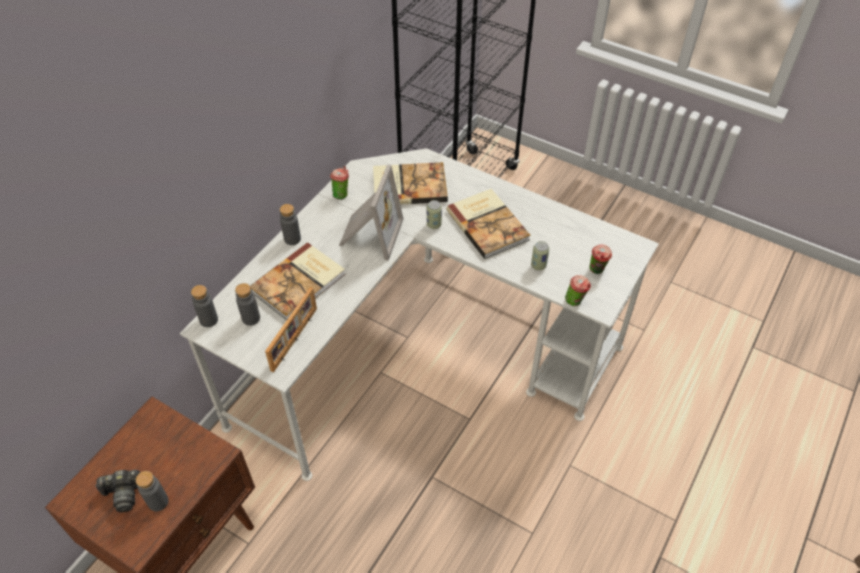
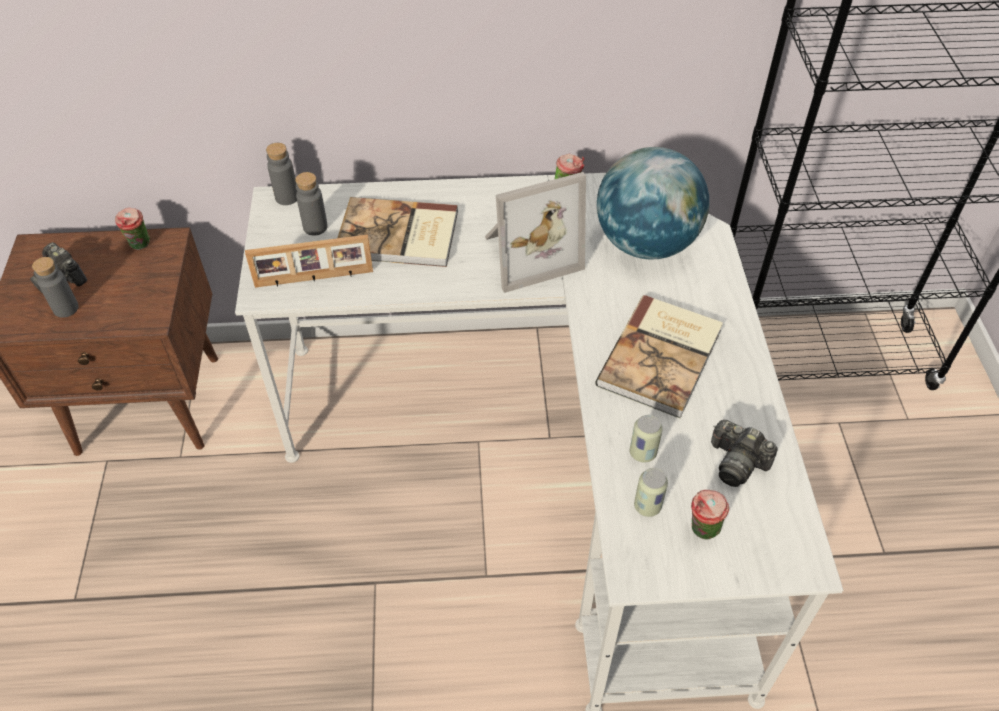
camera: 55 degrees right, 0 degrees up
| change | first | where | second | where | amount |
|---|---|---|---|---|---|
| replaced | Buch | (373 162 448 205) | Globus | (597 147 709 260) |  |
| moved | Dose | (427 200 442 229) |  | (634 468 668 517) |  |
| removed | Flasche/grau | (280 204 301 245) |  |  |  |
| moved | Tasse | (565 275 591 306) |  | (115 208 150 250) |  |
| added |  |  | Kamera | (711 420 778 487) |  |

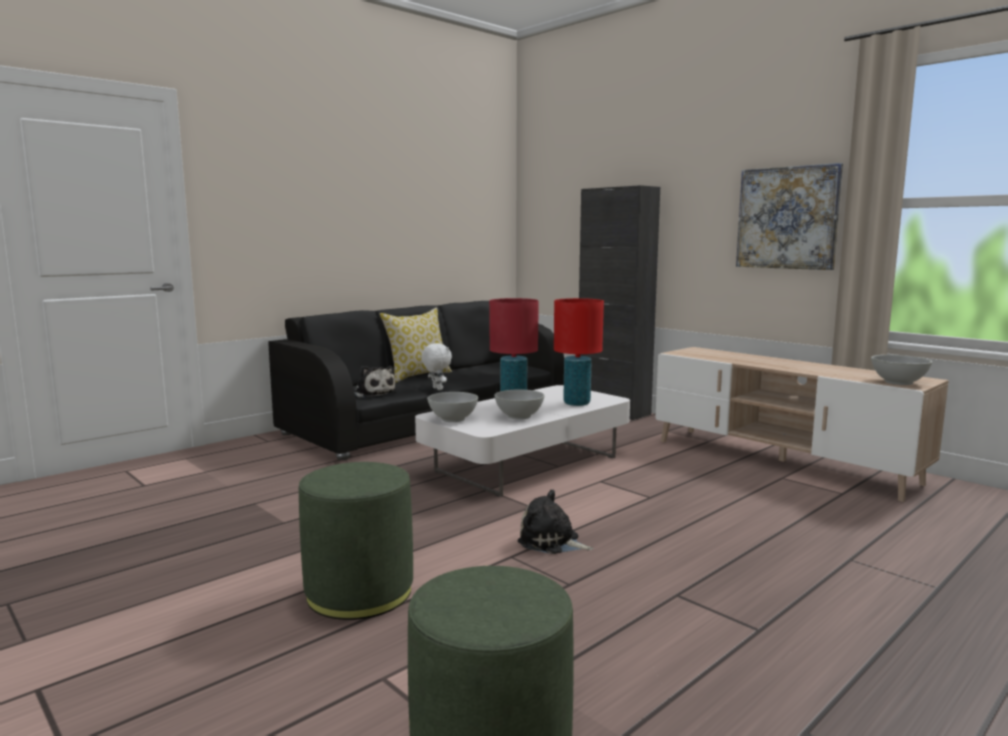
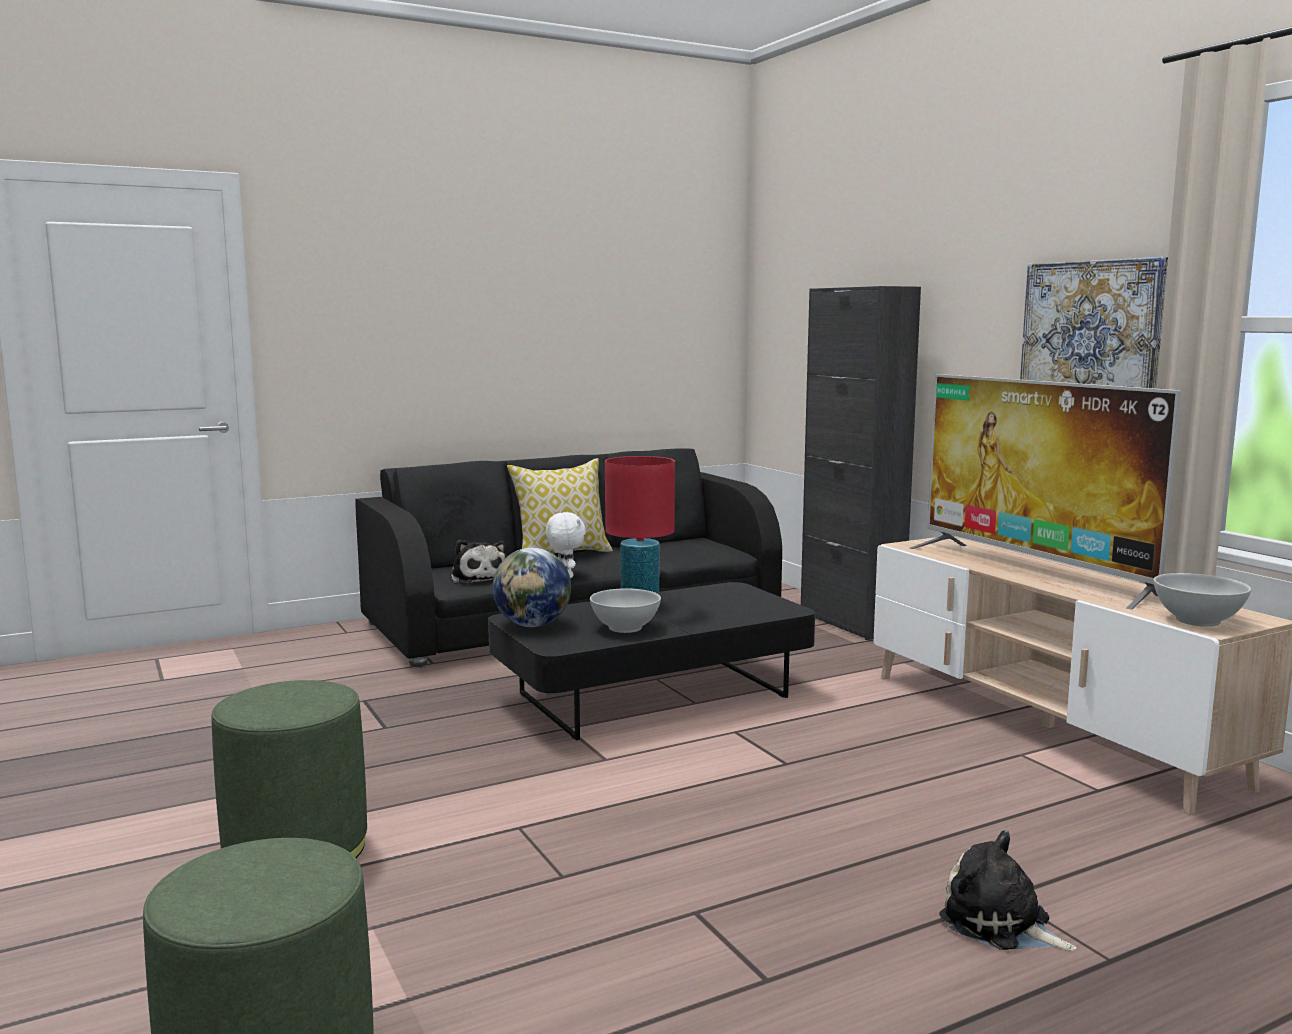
camera: 15 degrees right, 0 degrees up
| change | first | where | second | where | amount |
|---|---|---|---|---|---|
| removed | Tischlampe/rot | (554 298 604 406) |  |  |  |
| recoloured | Couchtisch/weiß | (415 385 630 497) | Couchtisch/schwarz | (488 582 815 740) |  |
| replaced | Schüssel/weiß | (427 392 478 422) | Globus | (492 548 571 627) |  |
| moved | Plüschtier | (517 489 593 554) |  | (939 831 1076 951) |  |
| added |  |  | Fernseher | (909 374 1181 610) |  |

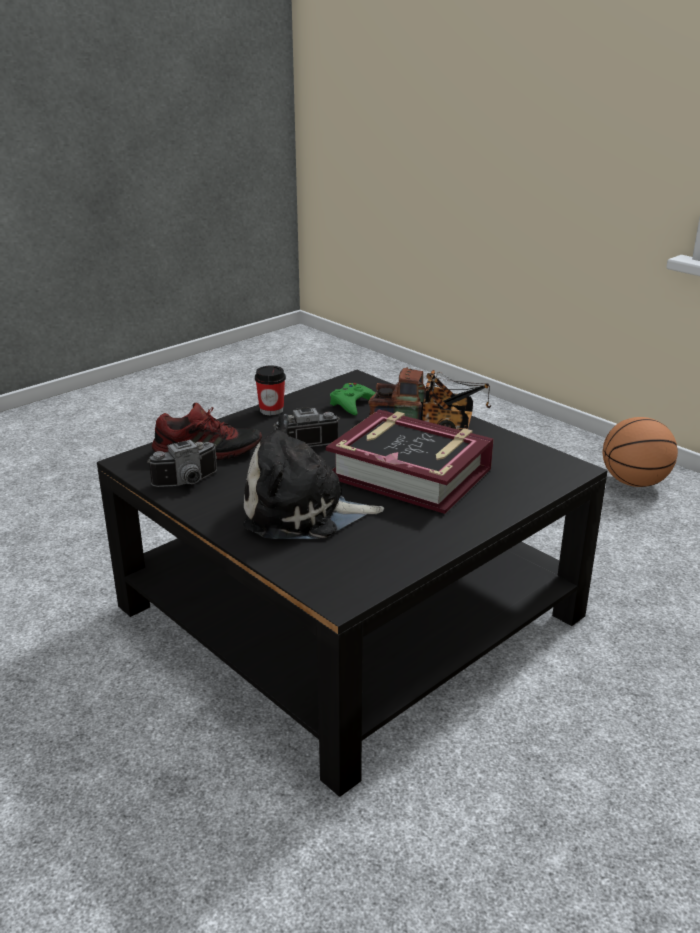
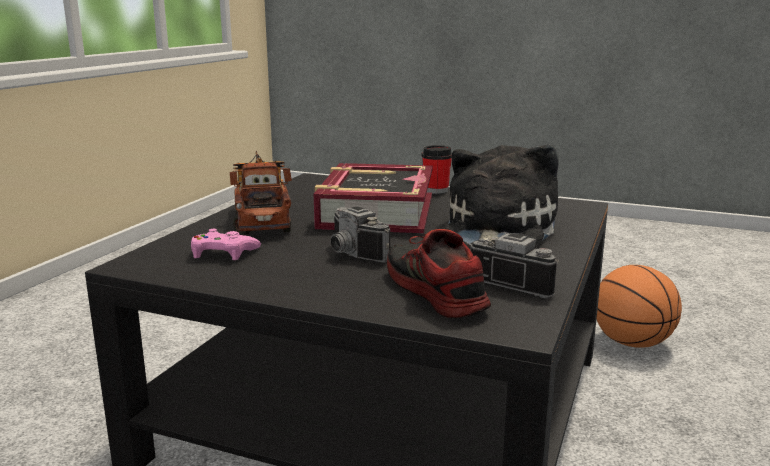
camera: 115 degrees left, 10 degrees down
| change | first | where | second | where | amount |
|---|---|---|---|---|---|
| moved | Tasse | (255 366 286 415) |  | (421 145 452 194) |  |
| recoloured | Gamepad/grün | (330 383 375 415) | Gamepad/rosa | (191 229 261 260) |  |
| turned | Plüschtier | (243 414 384 539) |  | (444 144 558 244) | 135 degrees counterclockwise |
| moved | Basketball | (602 417 678 487) |  | (597 265 682 348) |  |

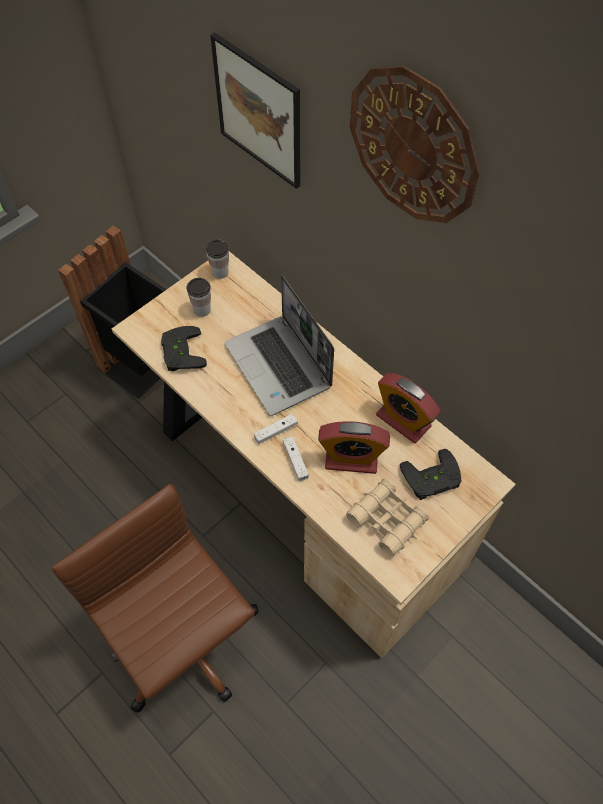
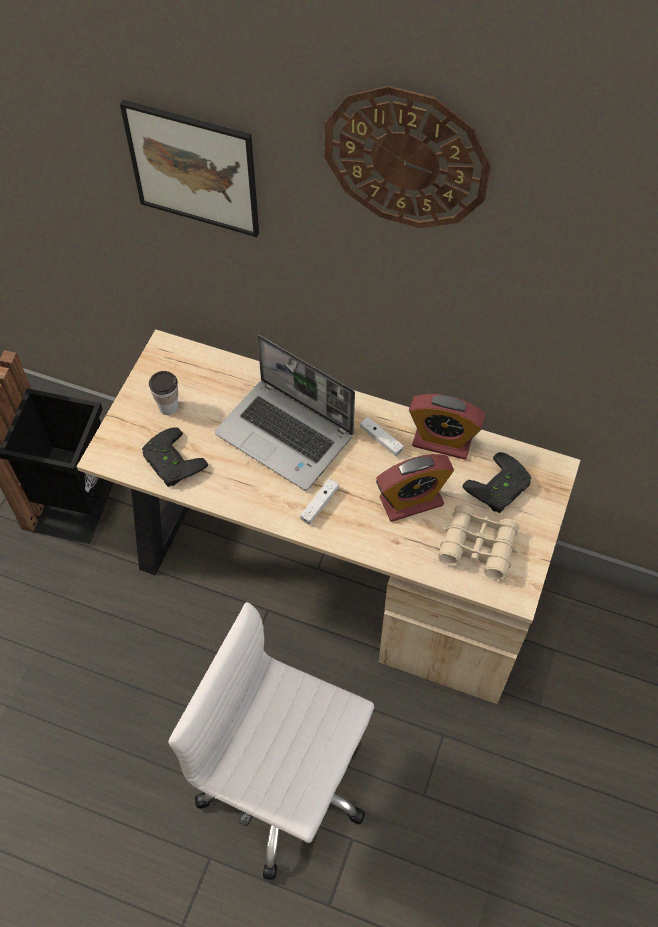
camera: 25 degrees left, 0 degrees up
| change | first | where | second | where | amount |
|---|---|---|---|---|---|
| removed | Tasse | (206 239 229 279) |  |  |  |
| moved | Gamepad/weiß | (283 436 309 481) |  | (360 417 404 456) |  |
| recoloured | Bürostuhl/braun | (52 484 259 713) | Bürostuhl/weiß | (168 602 374 880) |  |

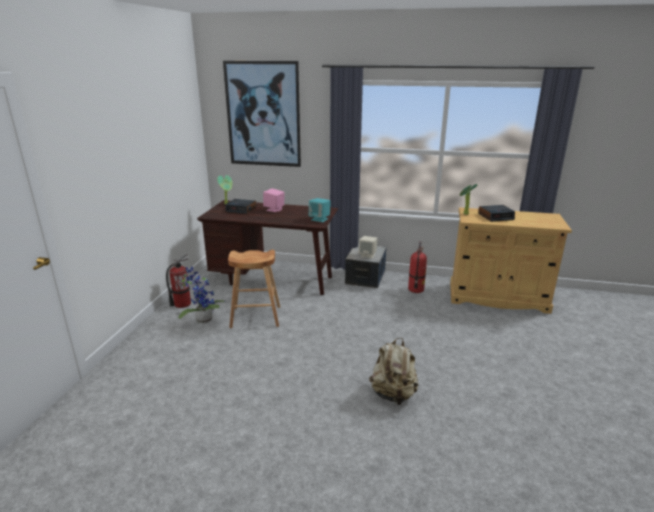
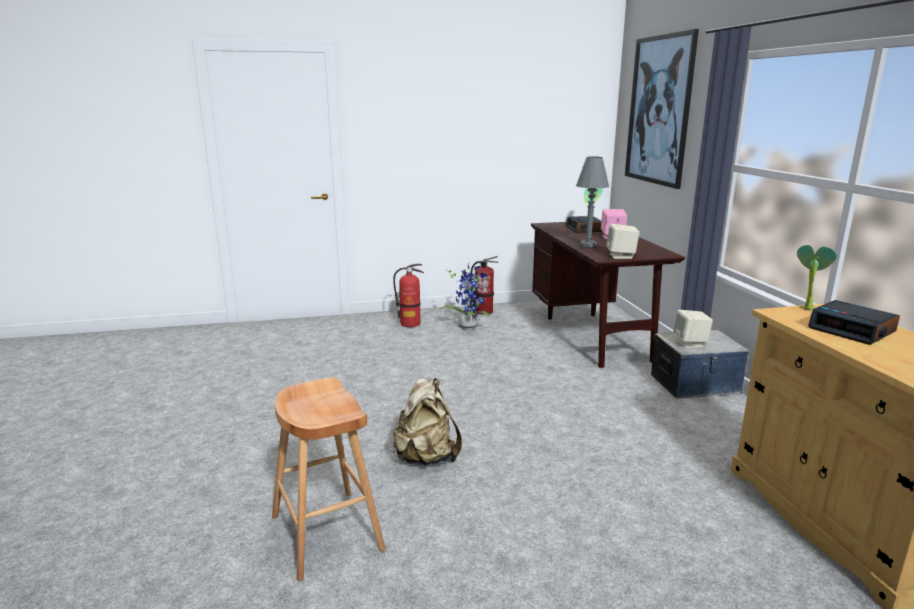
camera: 65 degrees right, 5 degrees down
| change | first | where | second | where | amount |
|---|---|---|---|---|---|
| recoloured | Lautsprecher/türkis | (309 198 331 222) | Lautsprecher/beige | (606 224 640 259) |  |
| moved | Feuerlöscher | (408 241 427 293) |  | (393 264 424 327) |  |
| moved | Hocker/braun | (228 250 280 328) |  | (272 377 385 581) |  |
| added |  |  | Tischlampe/grau | (576 157 609 248) |  |

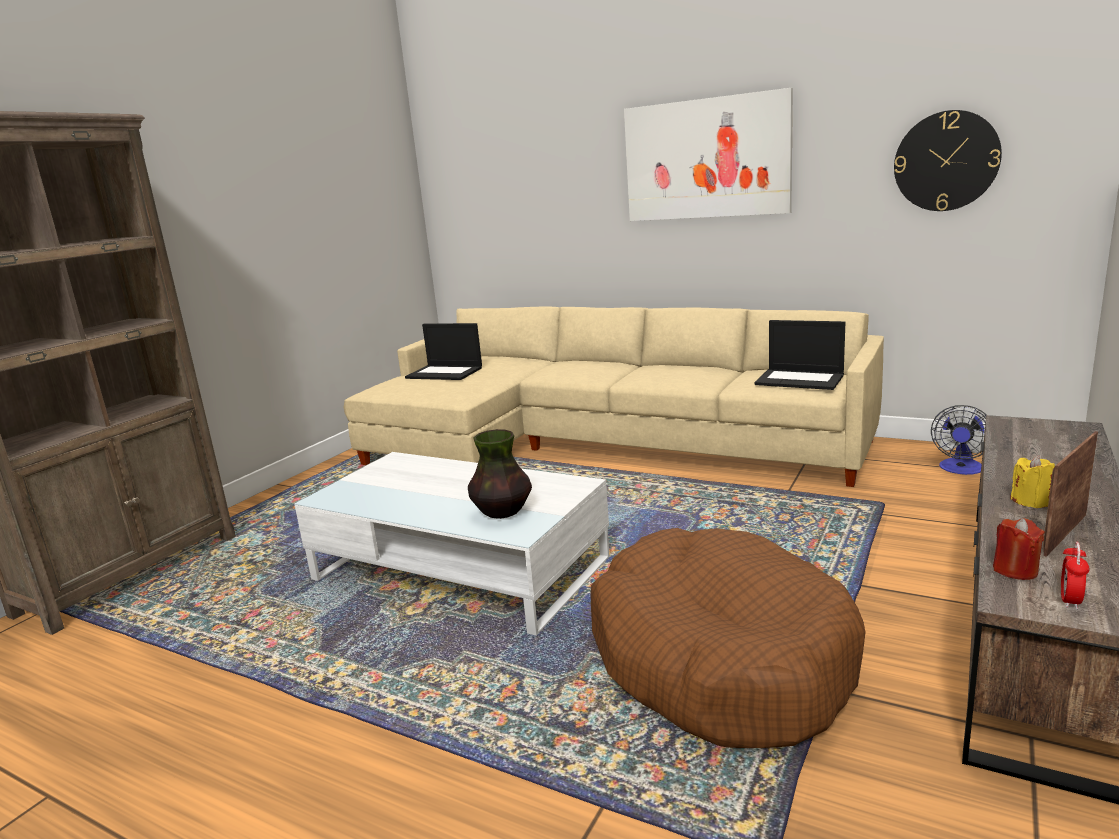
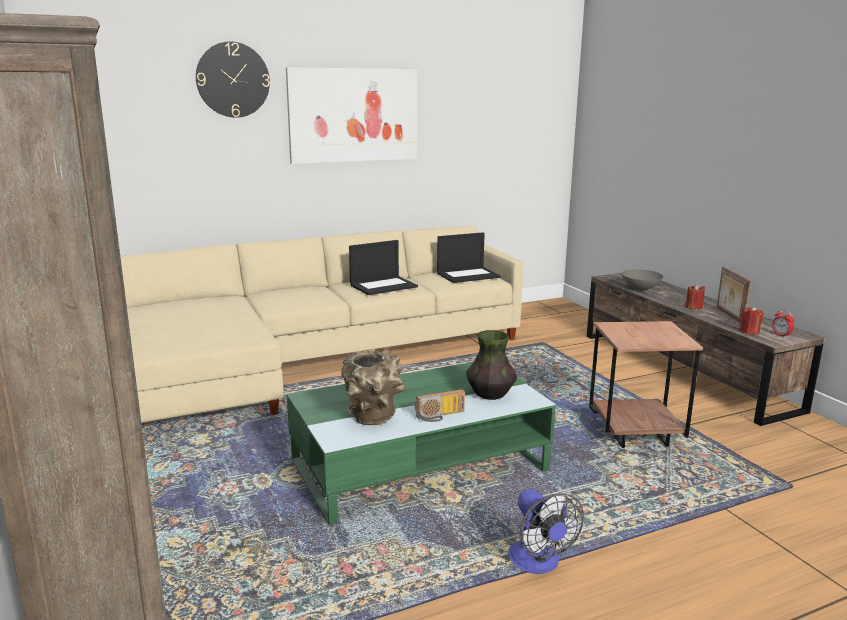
camera: 55 degrees left, 0 degrees up
| change | first | where | second | where | amount |
|---|---|---|---|---|---|
| moved | Wanduhr | (894 110 1002 211) |  | (196 42 270 118) |  |
| moved | Laptop | (405 323 482 380) |  | (349 240 418 295) |  |
| moved | Ventilator | (931 405 986 475) |  | (509 489 584 574) |  |
| recoloured | Couchtisch/weiß | (294 452 609 636) | Couchtisch/grün | (287 362 556 526) |  |
| recoloured | Kerze/gelb | (1010 456 1055 508) | Kerze/rot | (685 284 705 310) |  |
| replaced | Hundebett/braun | (590 528 866 748) | Beistelltisch/braun | (589 321 703 448) |  |
| added |  |  | Schüssel/grau | (622 270 663 291) |  |
| added |  |  | Vase/braun | (341 350 406 425) |  |
| added |  |  | Radio | (414 389 465 422) |  |

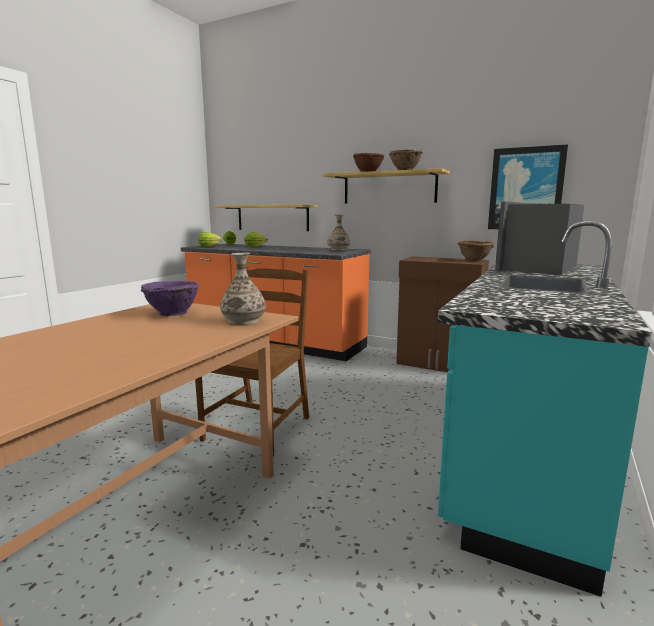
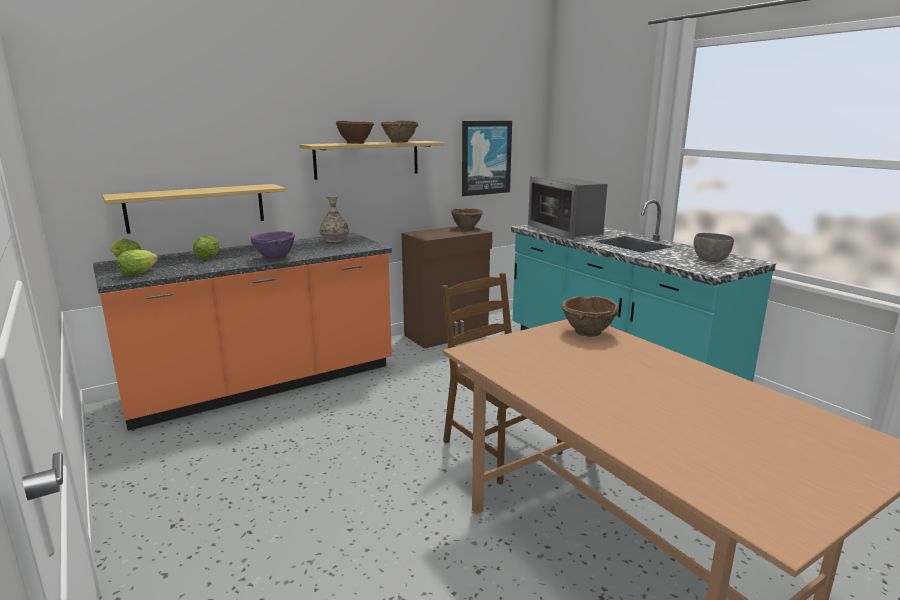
camera: 60 degrees left, 5 degrees up
| change | first | where | second | where | amount |
|---|---|---|---|---|---|
| replaced | Vase | (220 253 266 325) | Schüssel/braun | (561 296 619 337) |  |
| moved | Schüssel/lila | (141 281 199 316) |  | (251 231 295 260) |  |
| added |  |  | Schüssel/grau | (694 233 734 262) |  |

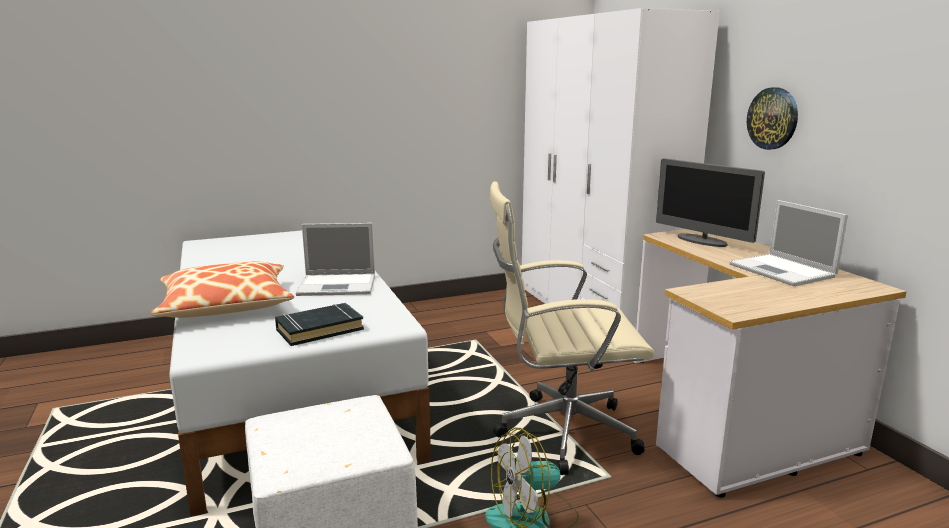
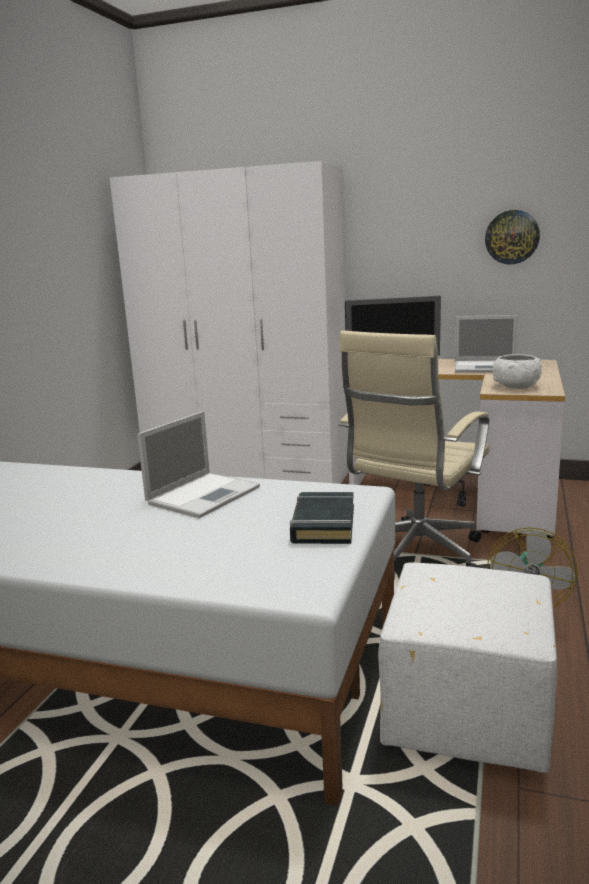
camera: 50 degrees left, 0 degrees up
| change | first | where | second | where | amount |
|---|---|---|---|---|---|
| moved | Wanduhr | (747 87 798 150) |  | (485 210 540 265) |  |
| removed | Kissen | (150 262 294 318) |  |  |  |
| added |  |  | Schüssel/weiß | (493 354 542 389) |  |

